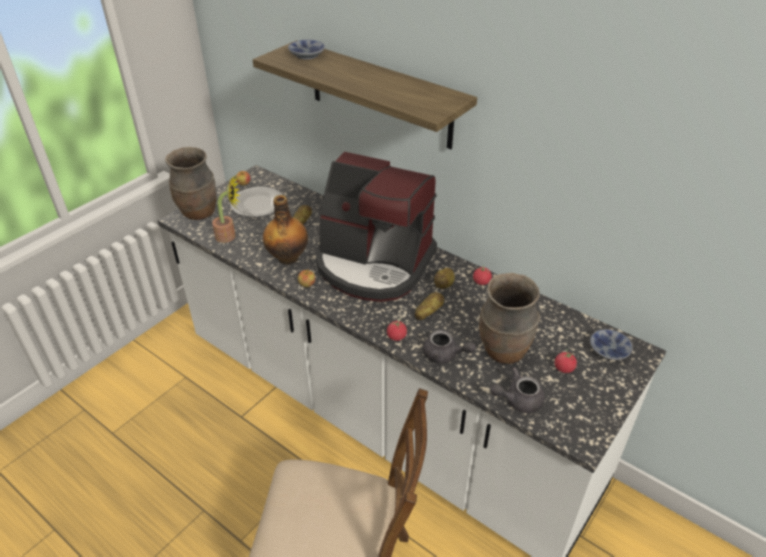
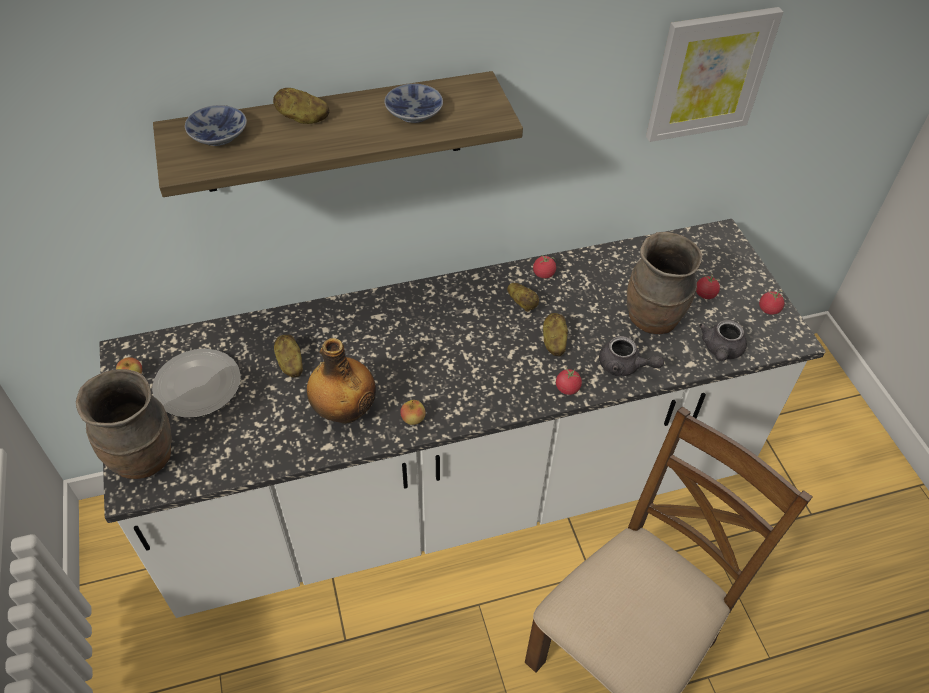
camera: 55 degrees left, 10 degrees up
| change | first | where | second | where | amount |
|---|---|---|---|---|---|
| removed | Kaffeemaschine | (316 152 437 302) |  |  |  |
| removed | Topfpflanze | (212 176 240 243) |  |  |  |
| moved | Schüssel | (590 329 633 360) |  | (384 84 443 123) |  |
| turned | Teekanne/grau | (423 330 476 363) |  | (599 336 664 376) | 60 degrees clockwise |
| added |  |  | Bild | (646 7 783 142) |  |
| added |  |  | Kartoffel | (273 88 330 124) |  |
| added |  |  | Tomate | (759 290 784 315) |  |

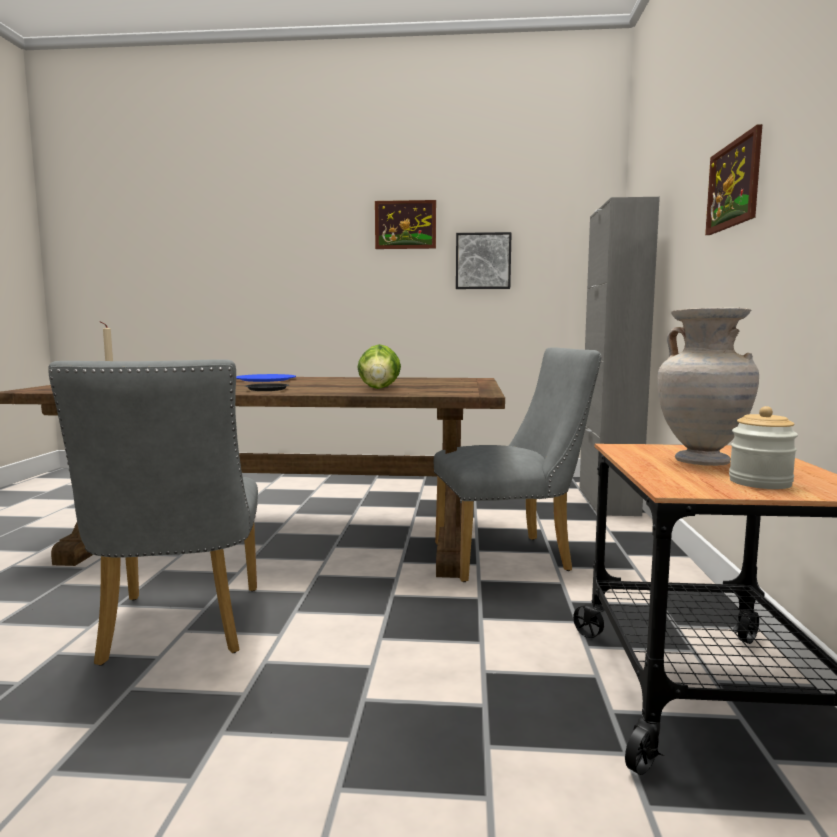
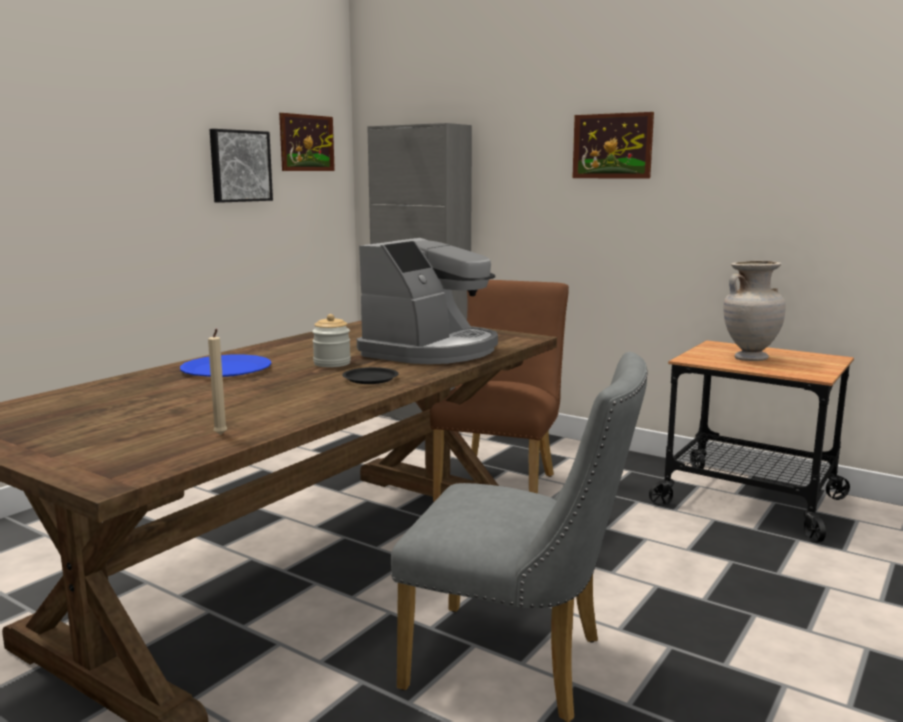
camera: 60 degrees left, 5 degrees up
| change | first | where | second | where | amount |
|---|---|---|---|---|---|
| moved | Bild | (375 200 436 249) |  | (279 113 335 171) |  |
| replaced | Salatkopf | (357 344 401 389) | Kaffeemaschine | (357 238 498 364) |  |
| recoloured | Stuhl/grau | (434 348 602 582) | Stuhl/braun | (430 280 569 502) |  |
| moved | Vorratsglas | (729 406 798 489) |  | (312 314 351 367) |  |

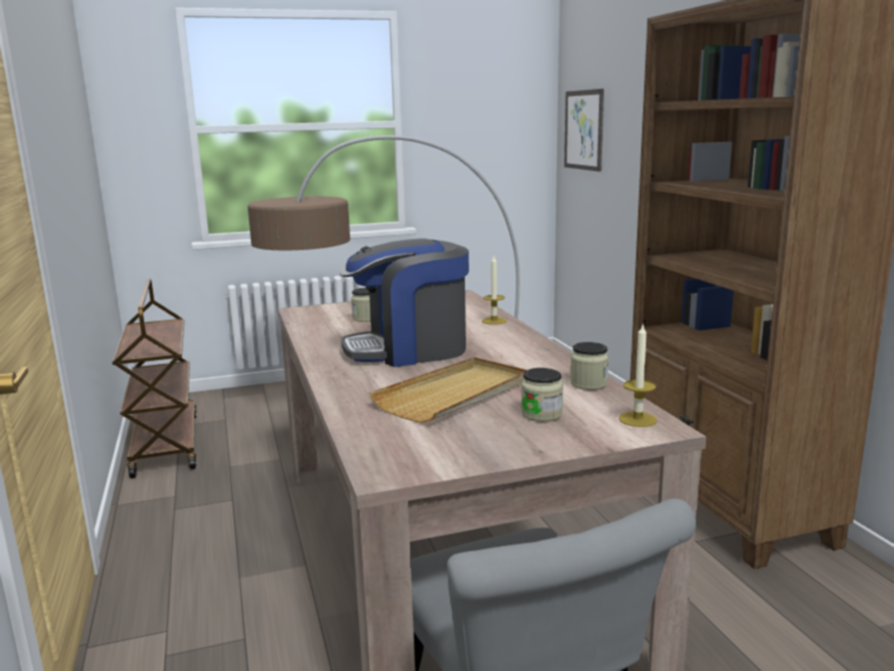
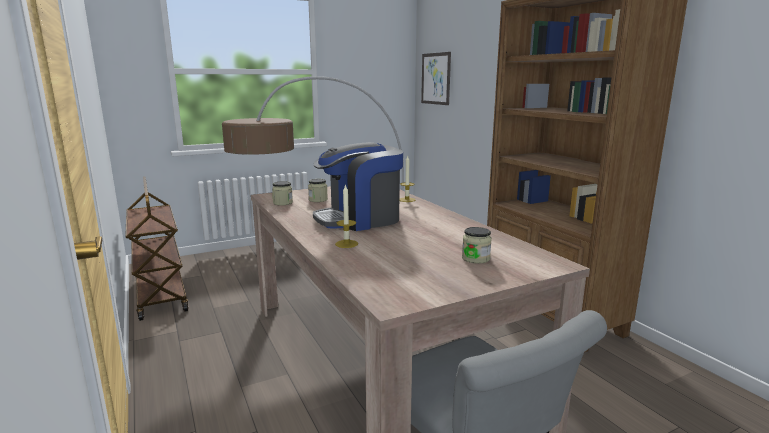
camera: 10 degrees left, 0 degrees up
| change | first | where | second | where | amount |
|---|---|---|---|---|---|
| moved | Kerze | (619 325 657 427) |  | (335 184 358 248) |  |
| moved | Vorratsglas | (570 342 609 390) |  | (272 181 293 205) |  |
| removed | Tablett/beige | (369 357 527 423) |  |  |  |

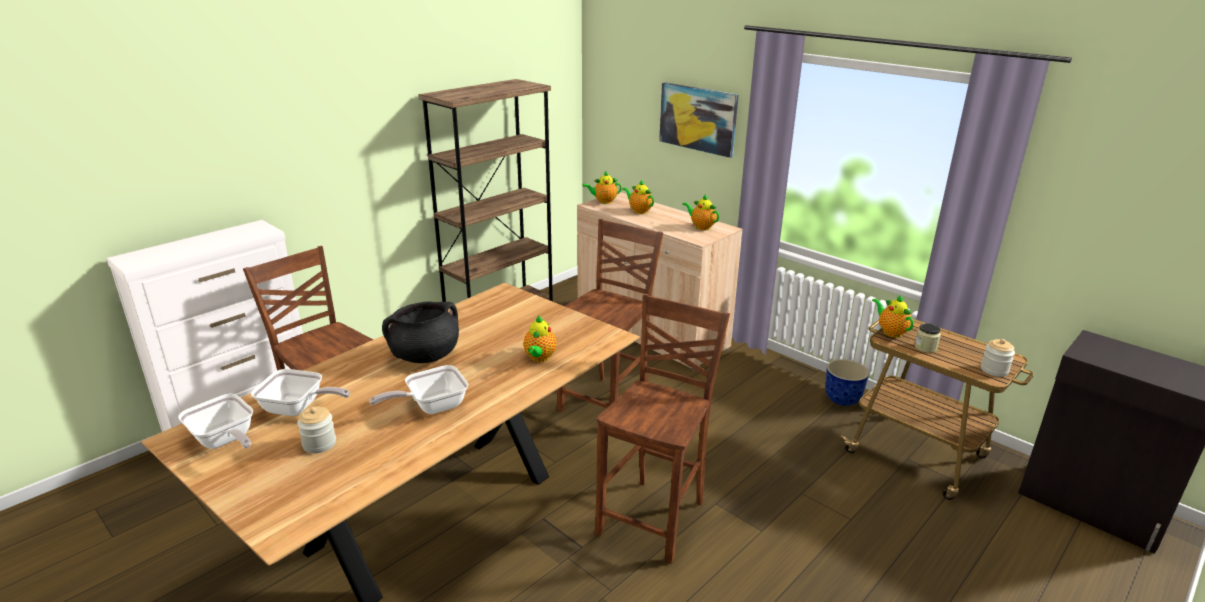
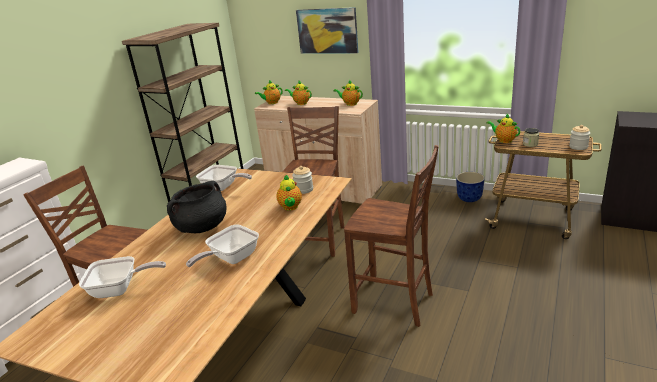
camera: 15 degrees left, 0 degrees up
| change | first | where | second | where | amount |
|---|---|---|---|---|---|
| turned | Stuhl/braun | (595 294 730 564) |  | (344 145 439 327) | 105 degrees clockwise |
| moved | Pfanne | (178 394 253 449) |  | (196 165 252 191) |  |
| moved | Vorratsglas | (297 406 336 454) |  | (292 166 313 194) |  |

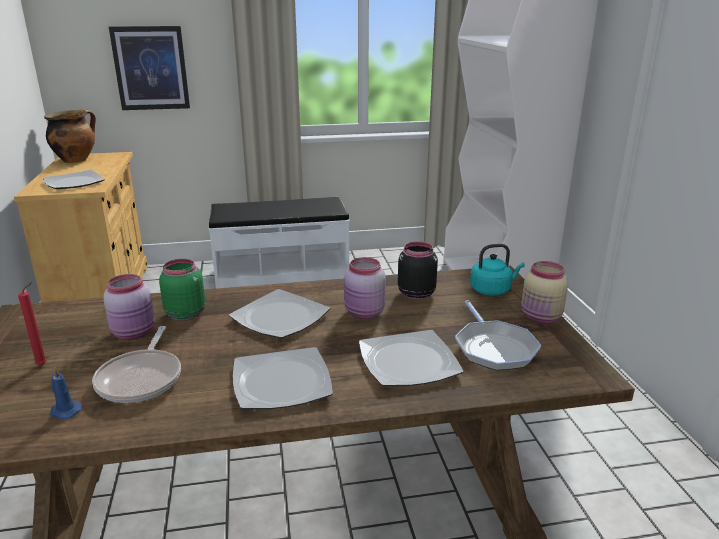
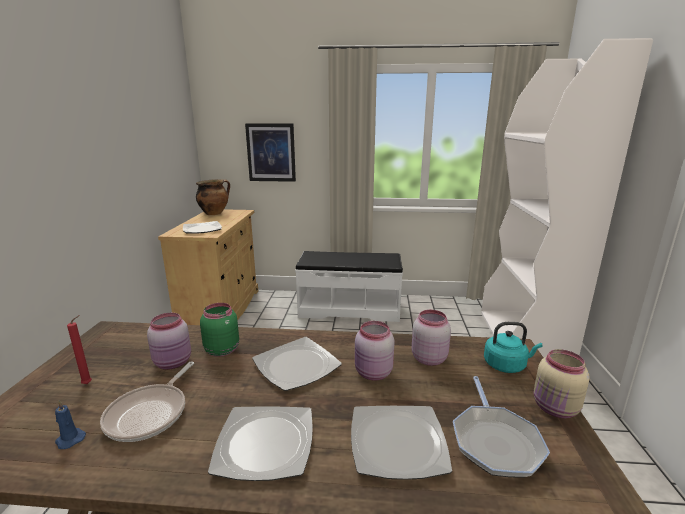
camera: 15 degrees right, 5 degrees down
| change | first | where | second | where | amount |
|---|---|---|---|---|---|
| recoloured | Vorratsglas/schwarz | (398 242 438 300) | Vorratsglas/rosa | (412 310 451 366) |  |

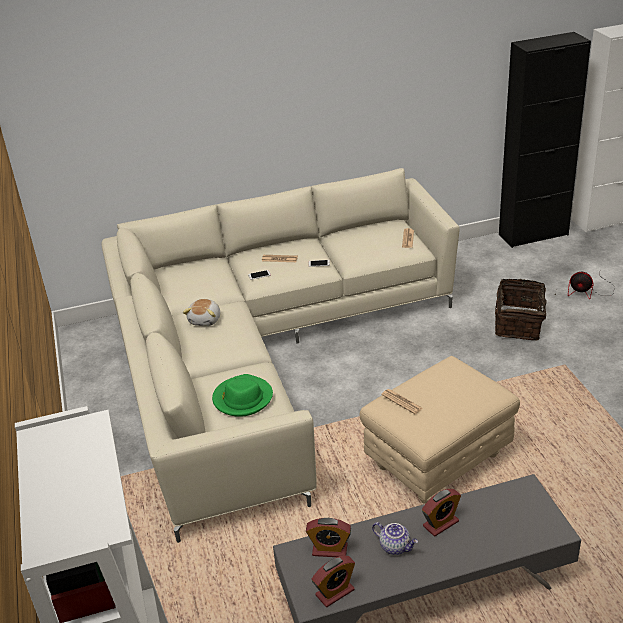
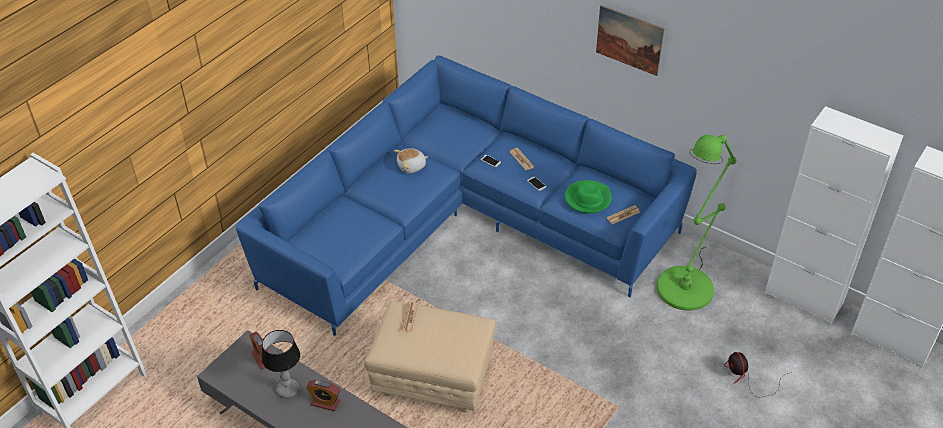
camera: 50 degrees right, 10 degrees up
| change | first | where | second | where | amount |
|---|---|---|---|---|---|
| recoloured | Schrank/schwarz | (499 32 591 248) | Schrank/weiß | (765 106 903 324) |  |
| recoloured | Sofa/beige | (101 168 460 543) | Sofa/blau | (236 55 697 336) |  |
| removed | Korb | (495 279 556 341) |  |  |  |
| moved | Hut/grün | (212 374 273 417) |  | (565 180 612 214) |  |
| replaced | Teekanne | (372 522 418 555) | Tischlampe | (262 330 300 398) |  |
| removed | Wecker | (312 556 355 607) |  |  |  |
| added |  |  | Bild | (596 5 664 76) |  |
| added |  |  | Stehlampe/grün | (656 135 736 311) |  |

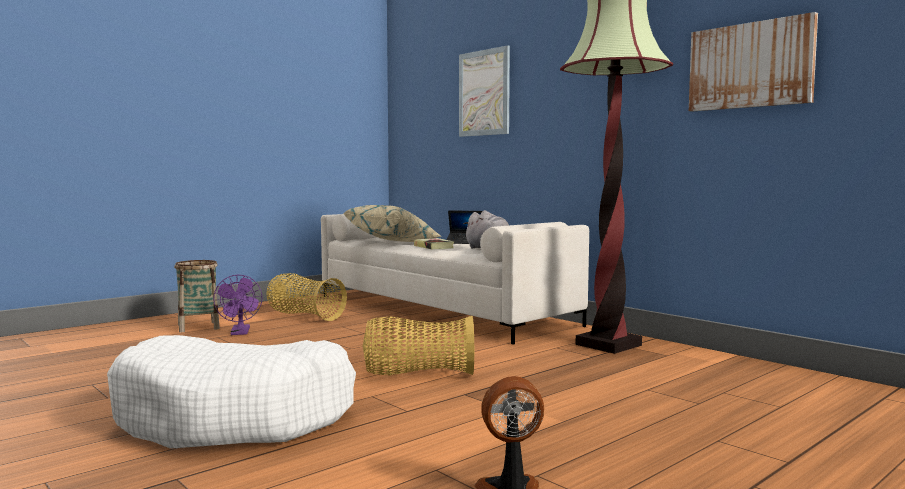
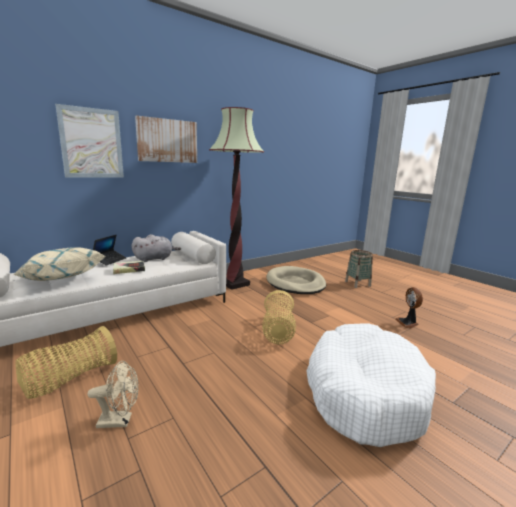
camera: 85 degrees left, 10 degrees up
| change | first | where | second | where | amount |
|---|---|---|---|---|---|
| moved | Bild | (689 12 818 111) |  | (135 115 197 163) |  |
| moved | Korb | (174 260 220 332) |  | (345 250 373 288) |  |
| recoloured | Ventilator/lila | (213 275 263 335) | Ventilator/beige | (88 361 139 428) |  |
| added |  |  | Hundebett/beige | (266 266 326 294) |  |

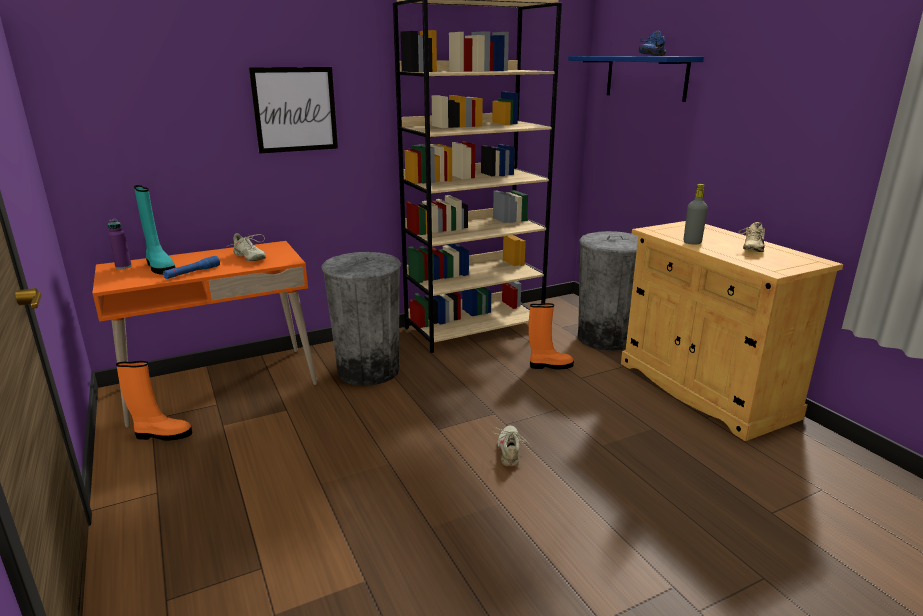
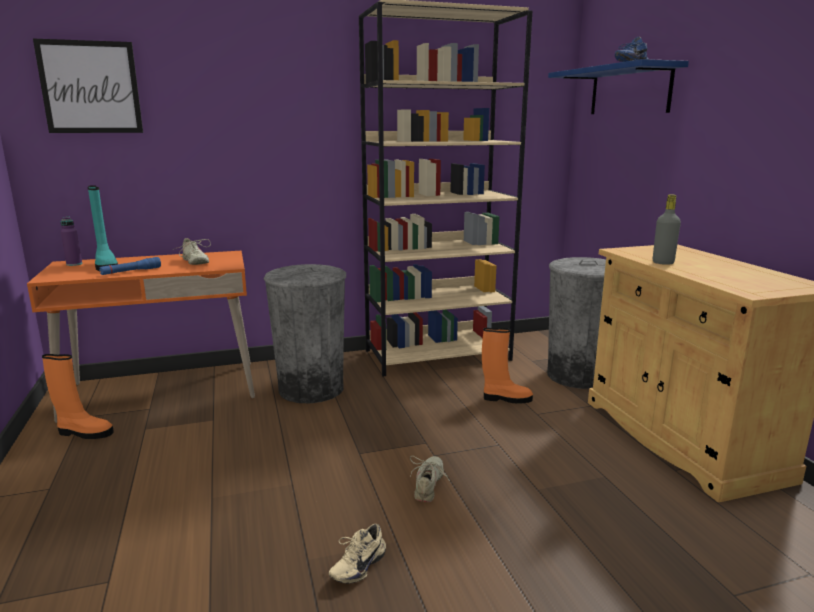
camera: 10 degrees right, 5 degrees down
| change | first | where | second | where | amount |
|---|---|---|---|---|---|
| moved | Bild | (249 67 338 154) |  | (33 39 143 133) |  |
| moved | Schuh/beige | (739 222 765 252) |  | (329 524 386 584) |  |

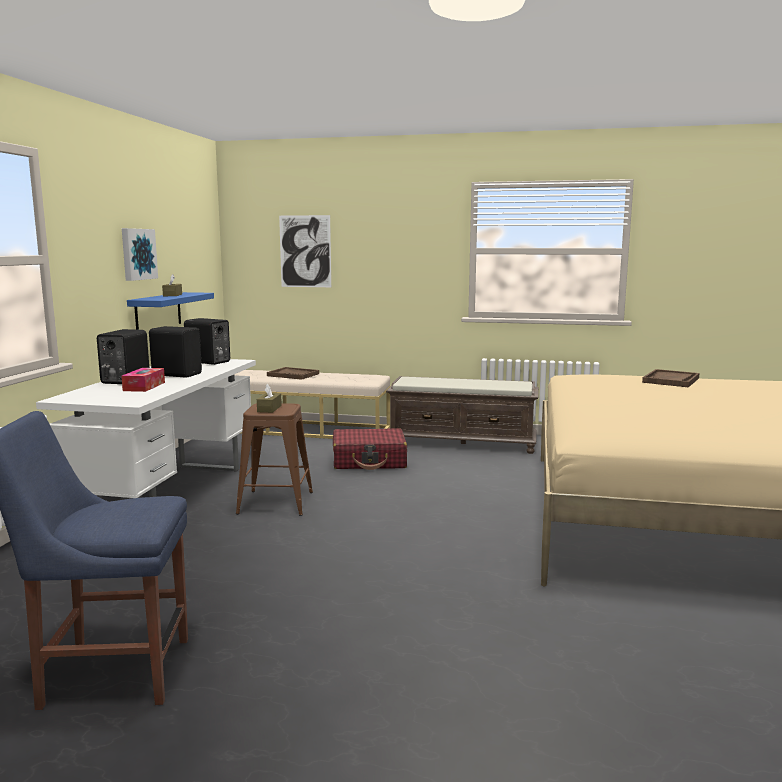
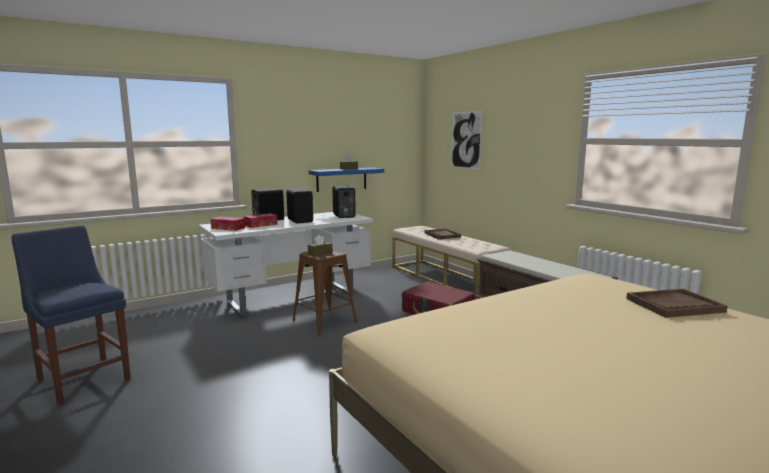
camera: 45 degrees right, 0 degrees up
| change | first | where | second | where | amount |
|---|---|---|---|---|---|
| removed | Bild | (122 228 158 281) |  |  |  |
| added |  |  | Taschentuchbox | (210 216 245 231) |  |

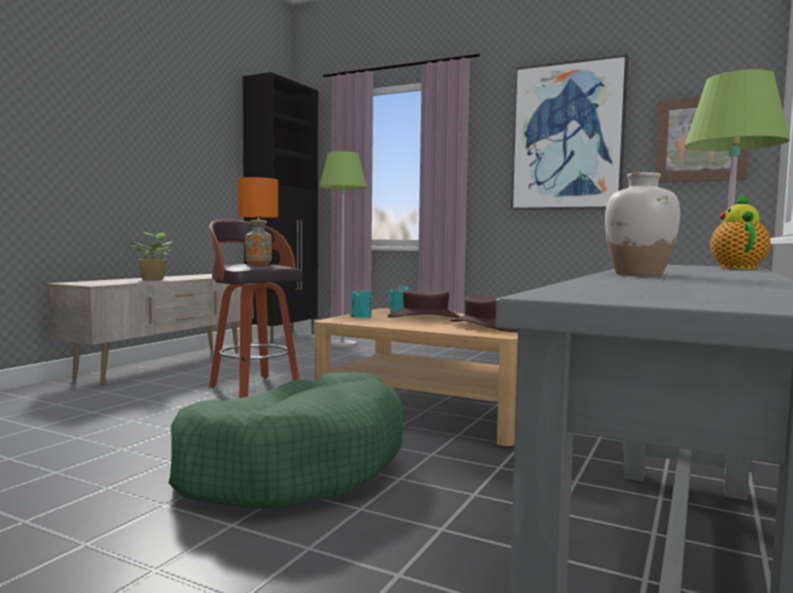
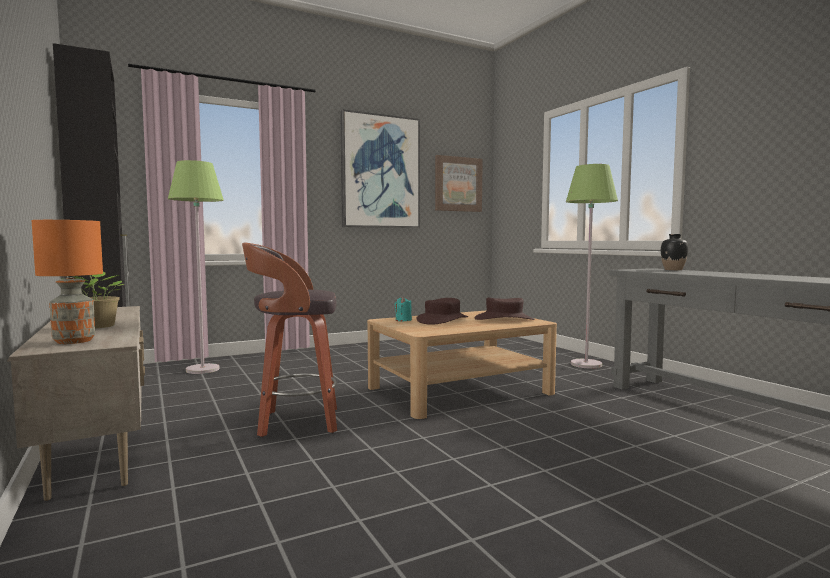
camera: 55 degrees left, 0 degrees up
| change | first | where | second | where | amount |
|---|---|---|---|---|---|
| removed | Vase/weiß | (605 172 680 276) |  |  |  |
| moved | Tischlampe/orange | (238 177 278 265) |  | (32 220 103 344) |  |
| replaced | Teekanne | (710 193 770 269) | Vase/schwarz | (661 234 689 270) |  |
| removed | Kerze/türkis | (351 288 372 318) |  |  |  |
| removed | Hundebett/grün | (168 372 403 509) |  |  |  |

